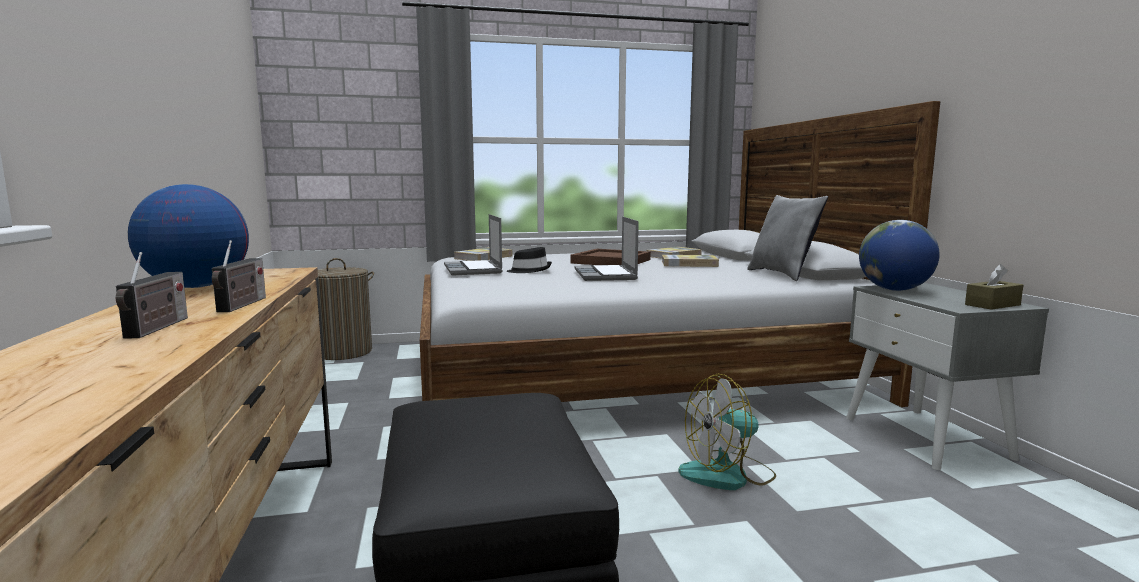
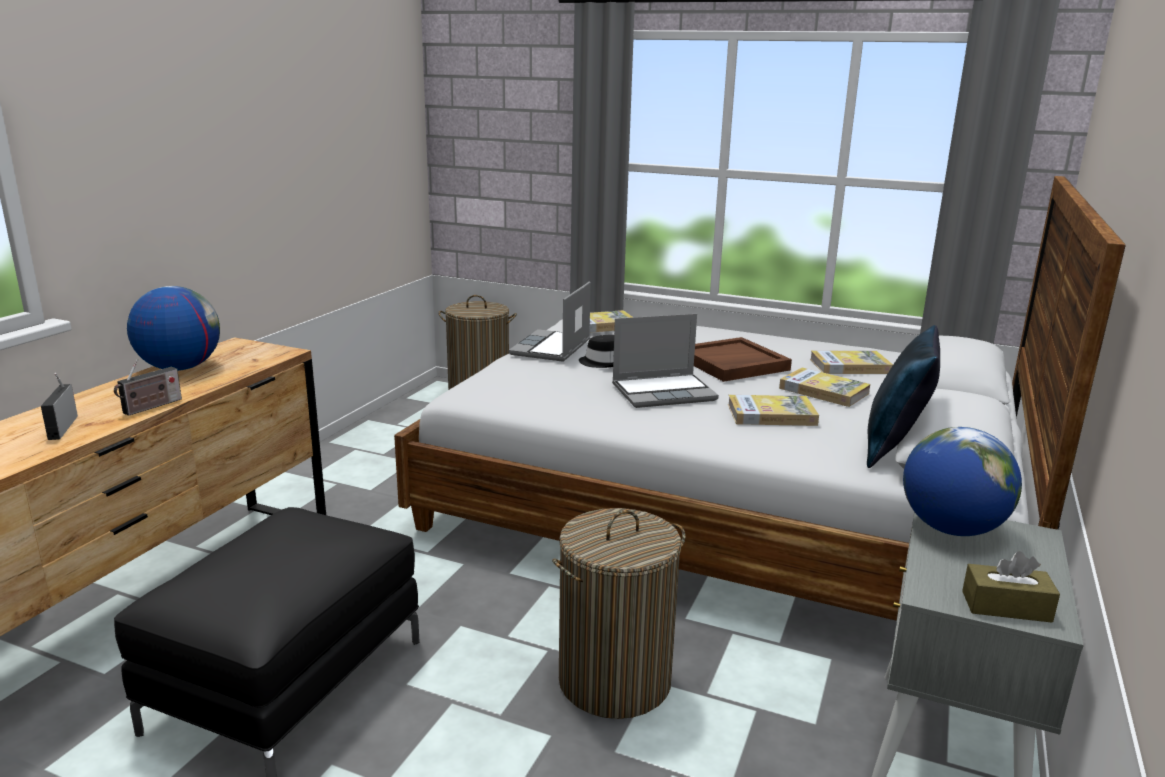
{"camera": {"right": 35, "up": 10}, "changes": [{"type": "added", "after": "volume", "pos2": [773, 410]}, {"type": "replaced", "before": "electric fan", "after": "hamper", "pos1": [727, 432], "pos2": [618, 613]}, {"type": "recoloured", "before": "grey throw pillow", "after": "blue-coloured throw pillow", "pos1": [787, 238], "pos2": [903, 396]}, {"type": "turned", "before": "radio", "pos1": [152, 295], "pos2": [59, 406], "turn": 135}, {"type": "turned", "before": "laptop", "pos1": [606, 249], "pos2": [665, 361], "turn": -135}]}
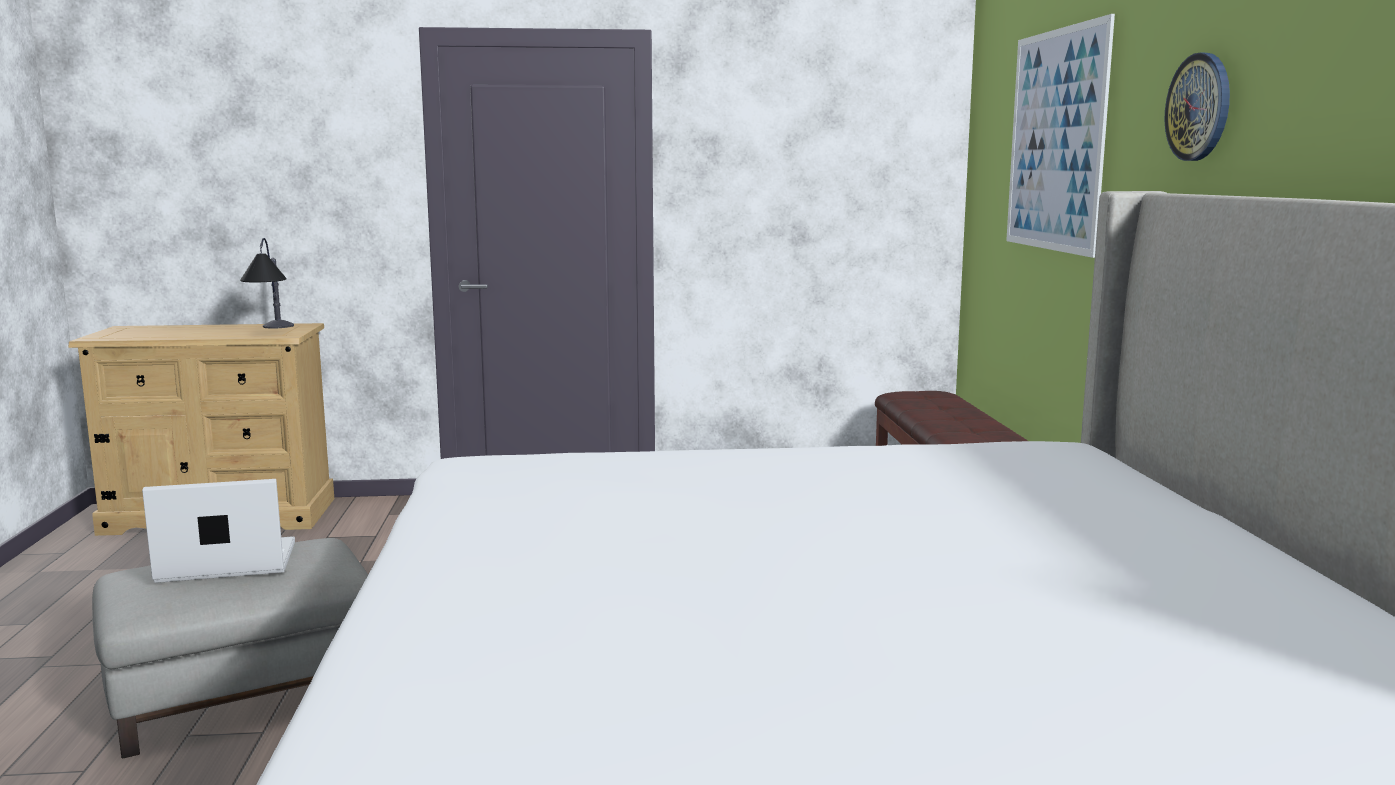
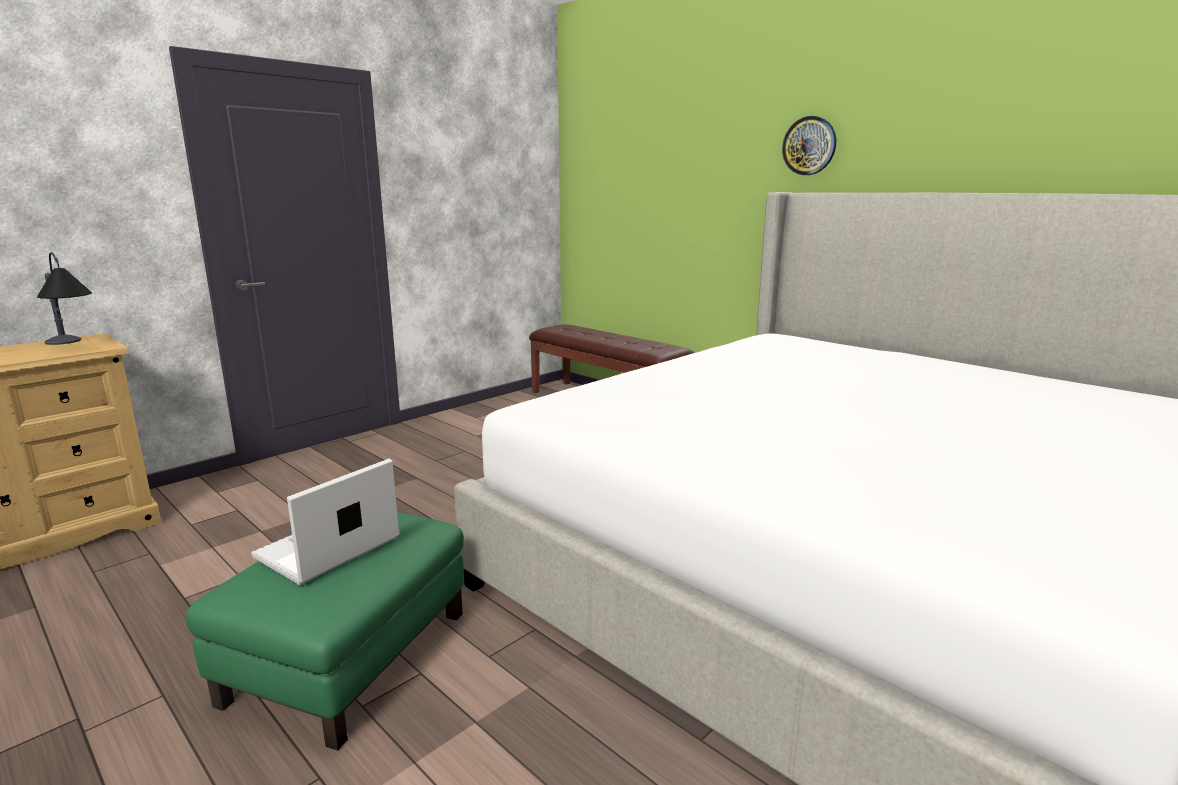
{"camera": {"right": -40, "up": 5}, "changes": [{"type": "removed", "before": "picture", "pos1": [1060, 136]}, {"type": "recoloured", "before": "grey pouffe", "after": "green pouffe", "pos1": [230, 648], "pos2": [325, 631]}]}
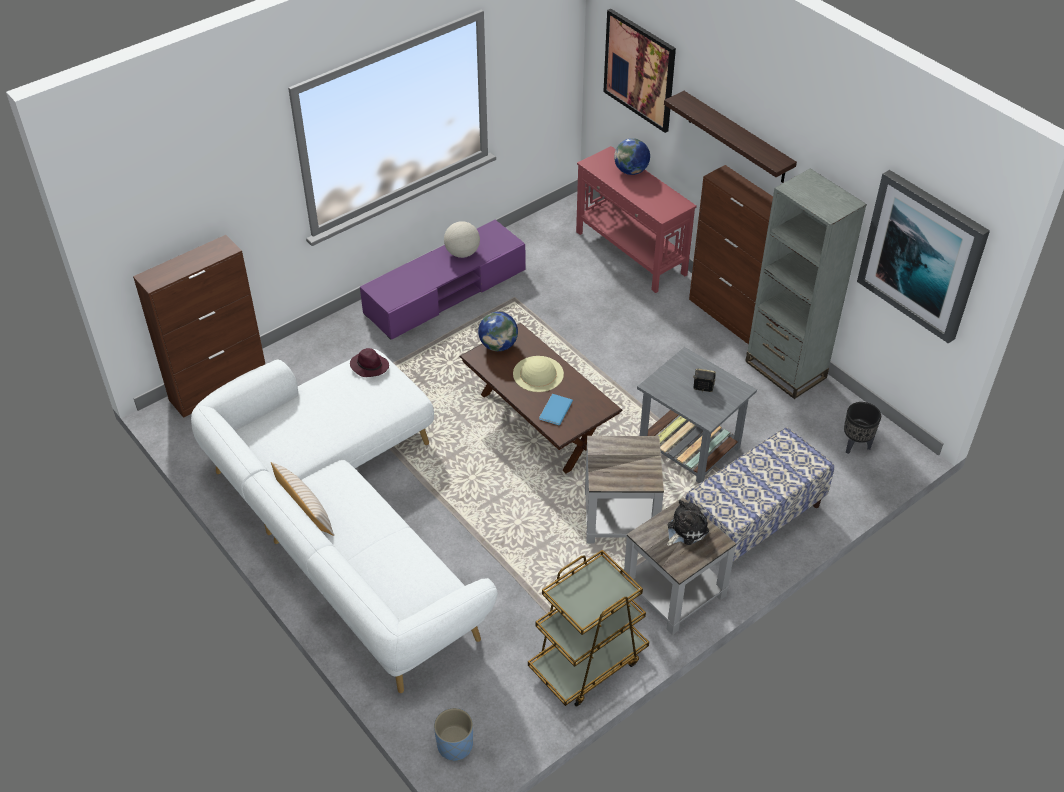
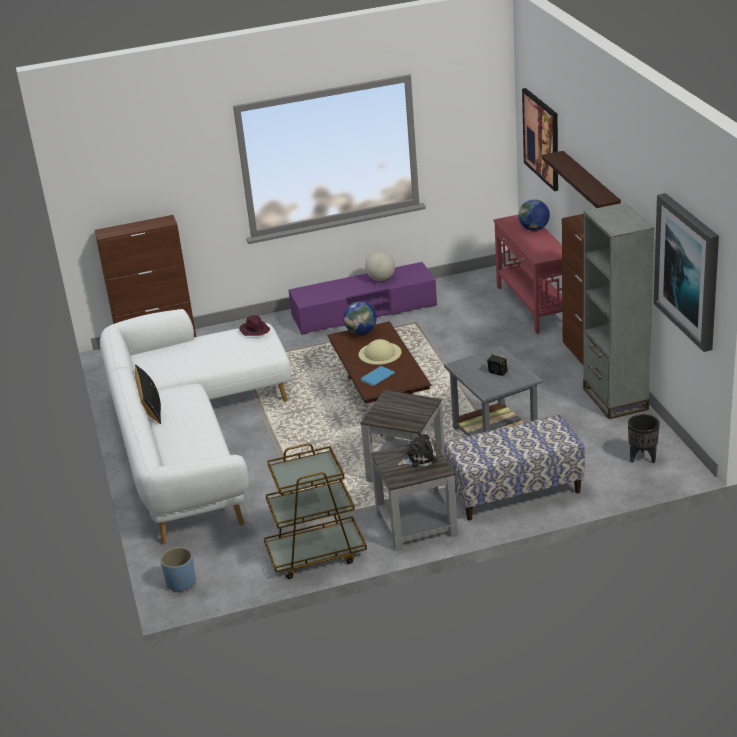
{"camera": {"right": 25, "up": -15}, "changes": [{"type": "recoloured", "before": "beige-coloured throw pillow", "after": "black throw pillow", "pos1": [302, 499], "pos2": [148, 394]}]}
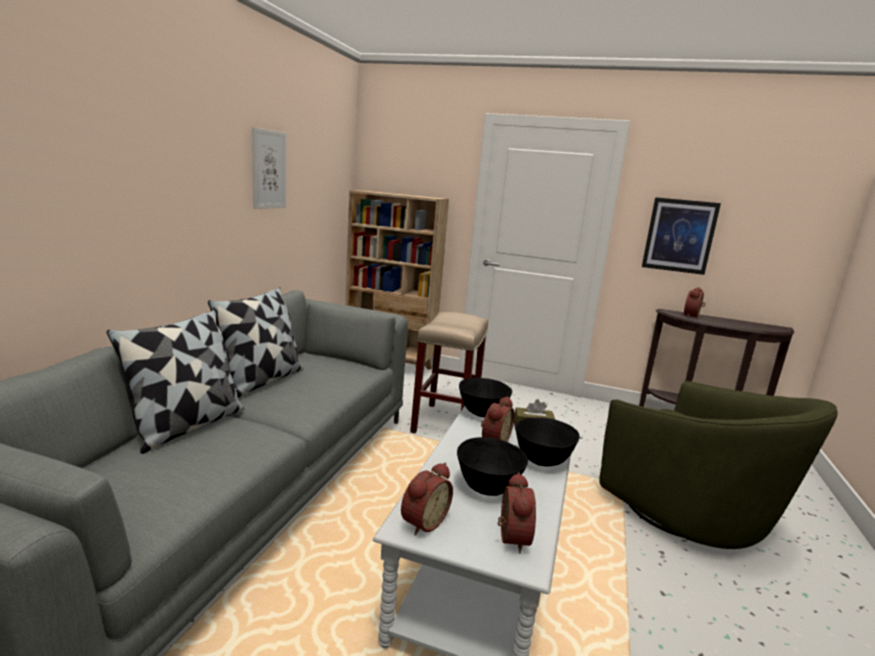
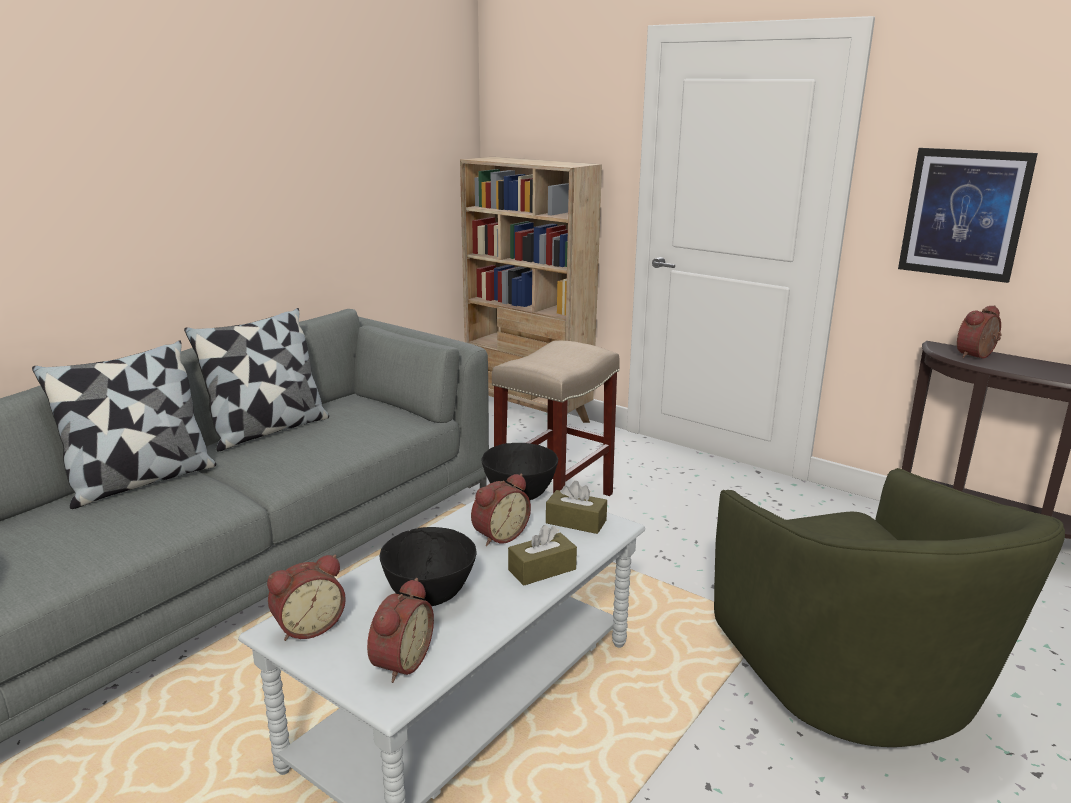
{"camera": {"right": 20, "up": 5}, "changes": [{"type": "removed", "before": "picture", "pos1": [269, 168]}, {"type": "replaced", "before": "black bowl", "after": "brown-coloured box of tissues", "pos1": [547, 441], "pos2": [542, 555]}]}
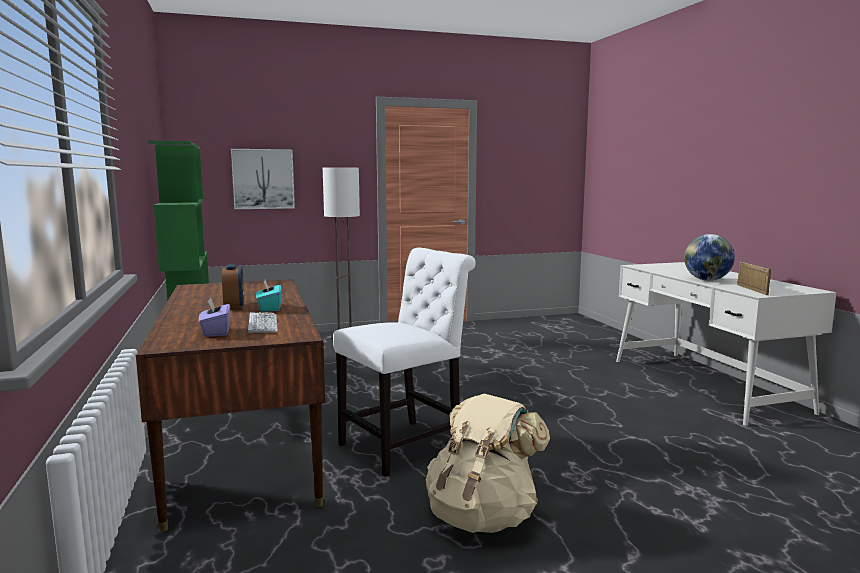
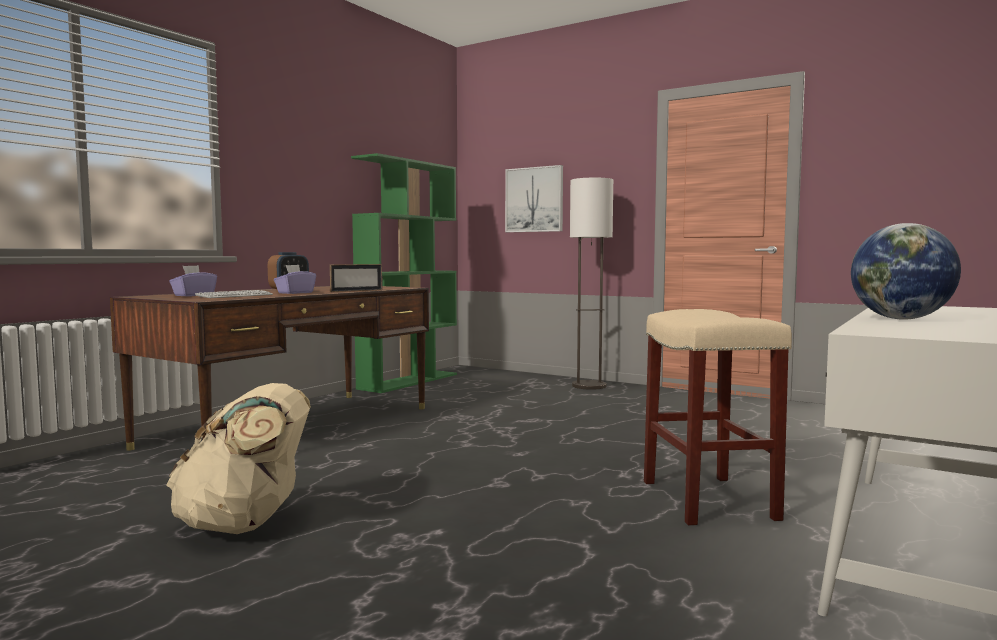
{"camera": {"right": 50, "up": -5}, "changes": [{"type": "removed", "before": "white-coloured upright chair", "pos1": [404, 362]}, {"type": "added", "after": "beige-coloured stool seat", "pos2": [718, 417]}, {"type": "moved", "before": "picture frame", "pos1": [754, 278], "pos2": [356, 278]}, {"type": "recoloured", "before": "blue-green box of tissues", "after": "purplish box of tissues", "pos1": [268, 296], "pos2": [295, 279]}]}
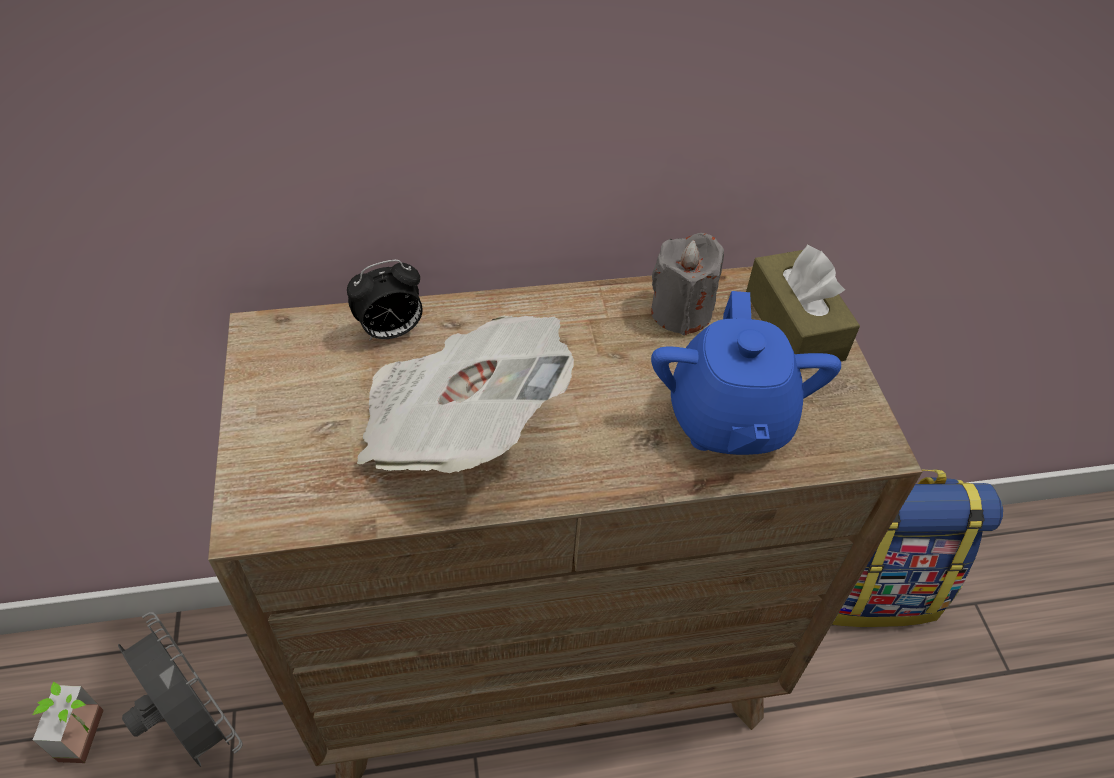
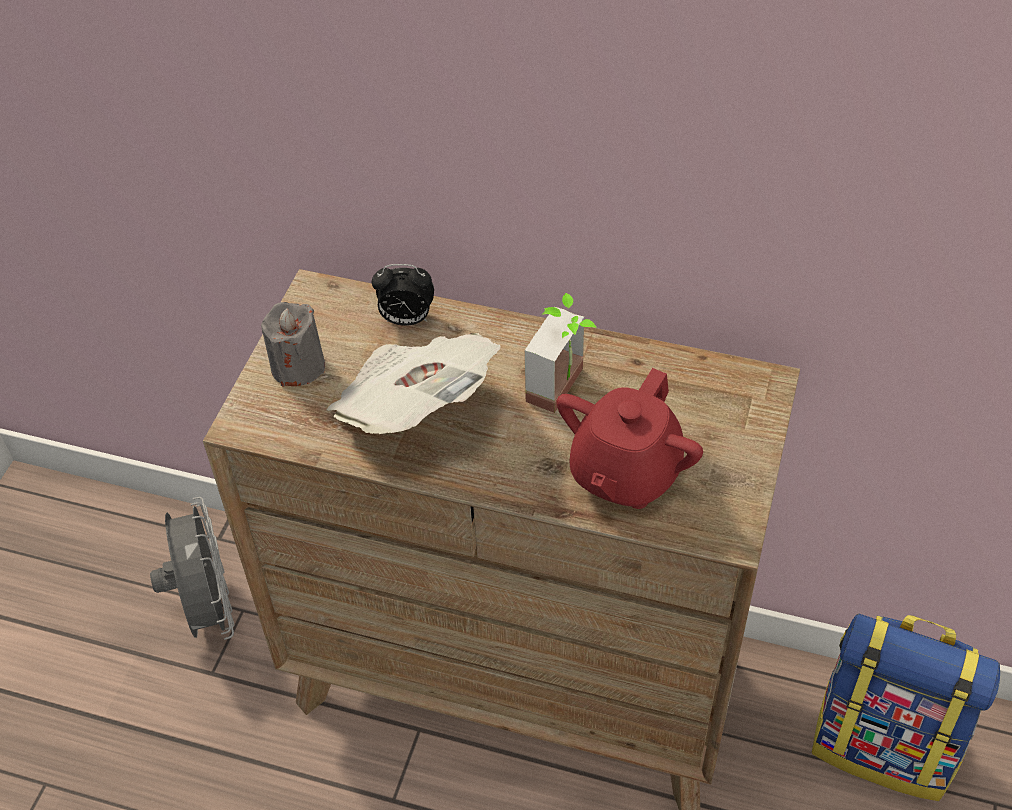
{"camera": {"right": 30, "up": 0}, "changes": [{"type": "removed", "before": "brown-coloured box of tissues", "pos1": [803, 306]}, {"type": "moved", "before": "houseplant", "pos1": [68, 722], "pos2": [561, 353]}, {"type": "moved", "before": "grey wax candle", "pos1": [687, 284], "pos2": [293, 344]}, {"type": "recoloured", "before": "blue-coloured teapot", "after": "red-coloured teapot", "pos1": [746, 373], "pos2": [630, 438]}]}
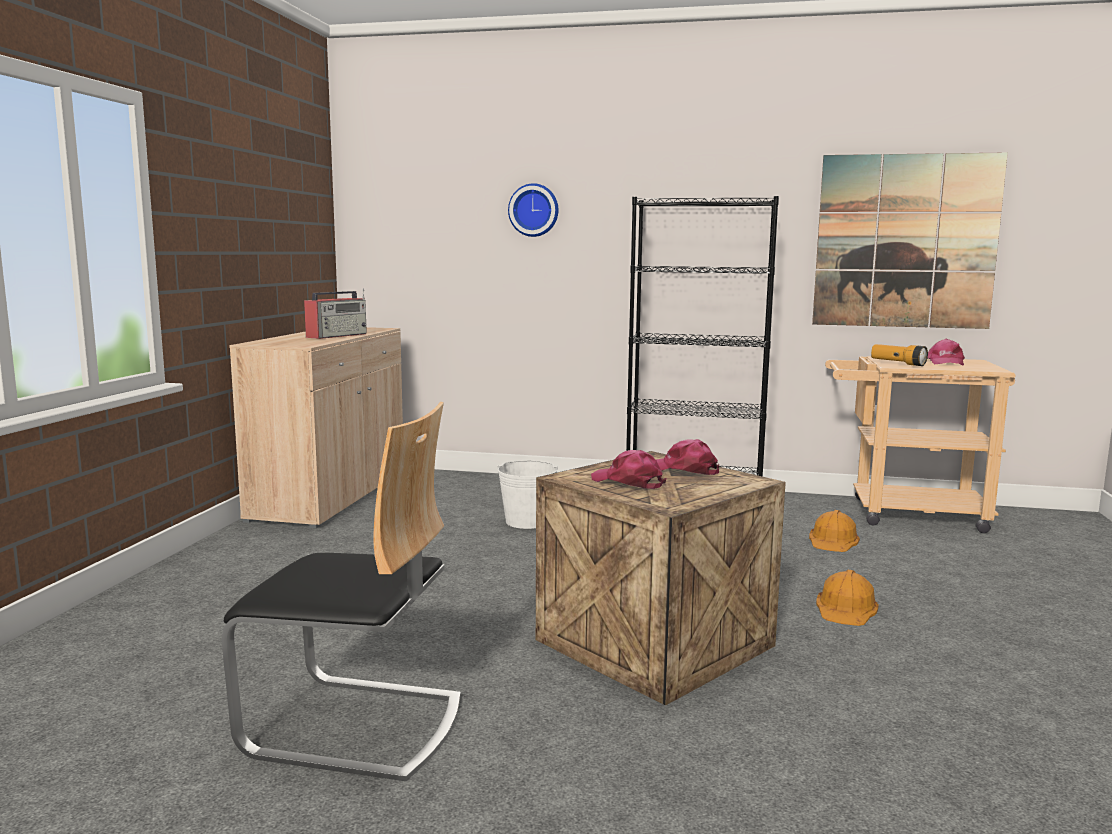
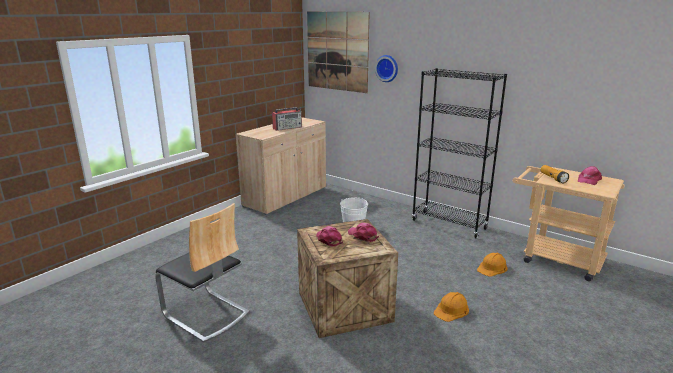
{"camera": {"right": 25, "up": 10}, "changes": [{"type": "moved", "before": "picture", "pos1": [910, 240], "pos2": [338, 52]}]}
